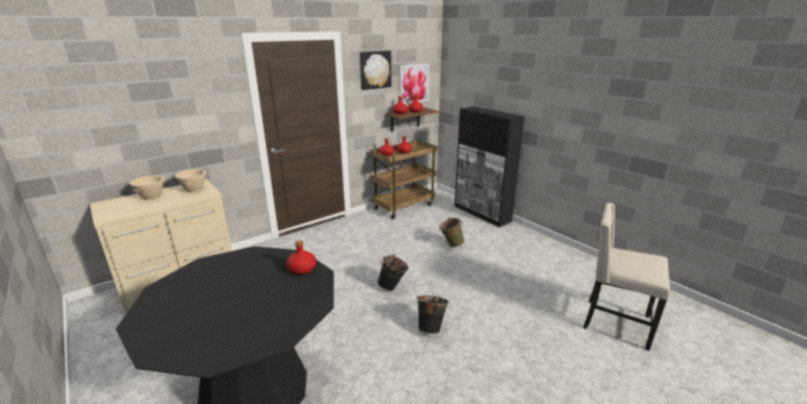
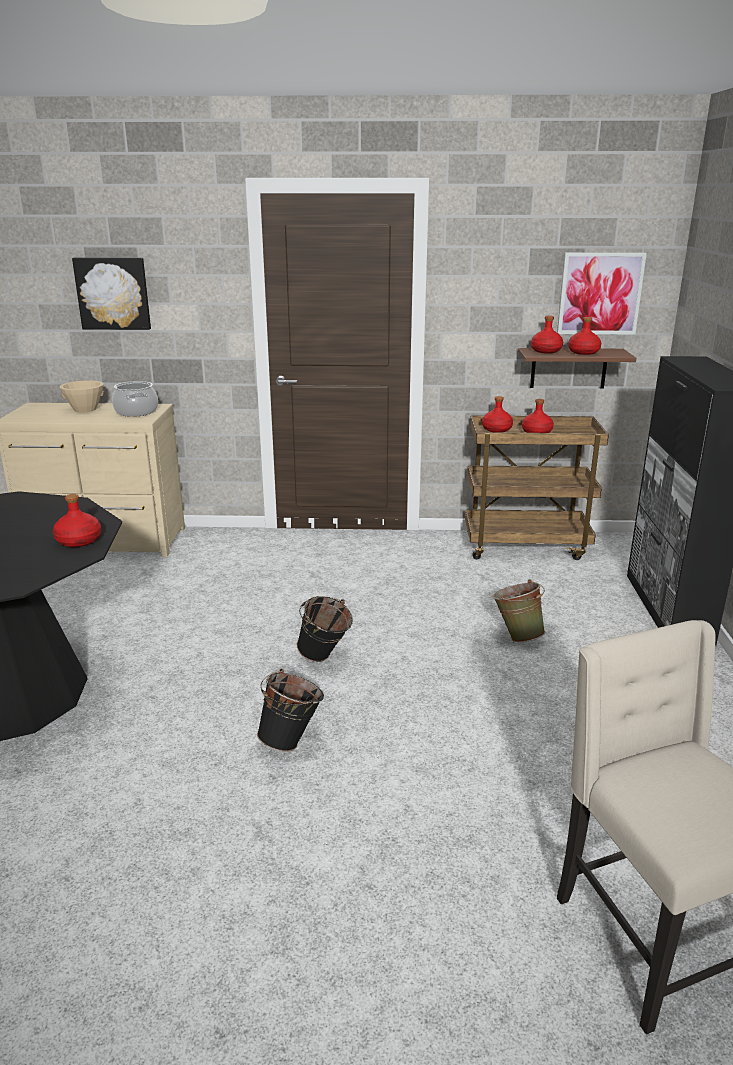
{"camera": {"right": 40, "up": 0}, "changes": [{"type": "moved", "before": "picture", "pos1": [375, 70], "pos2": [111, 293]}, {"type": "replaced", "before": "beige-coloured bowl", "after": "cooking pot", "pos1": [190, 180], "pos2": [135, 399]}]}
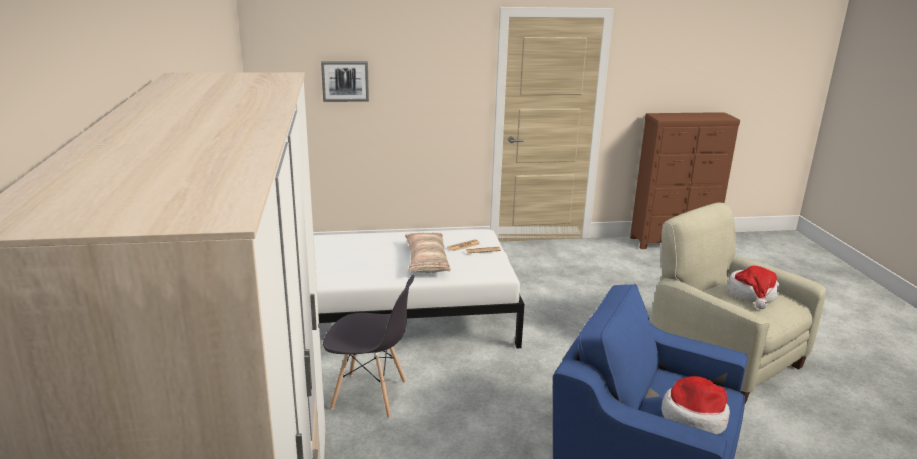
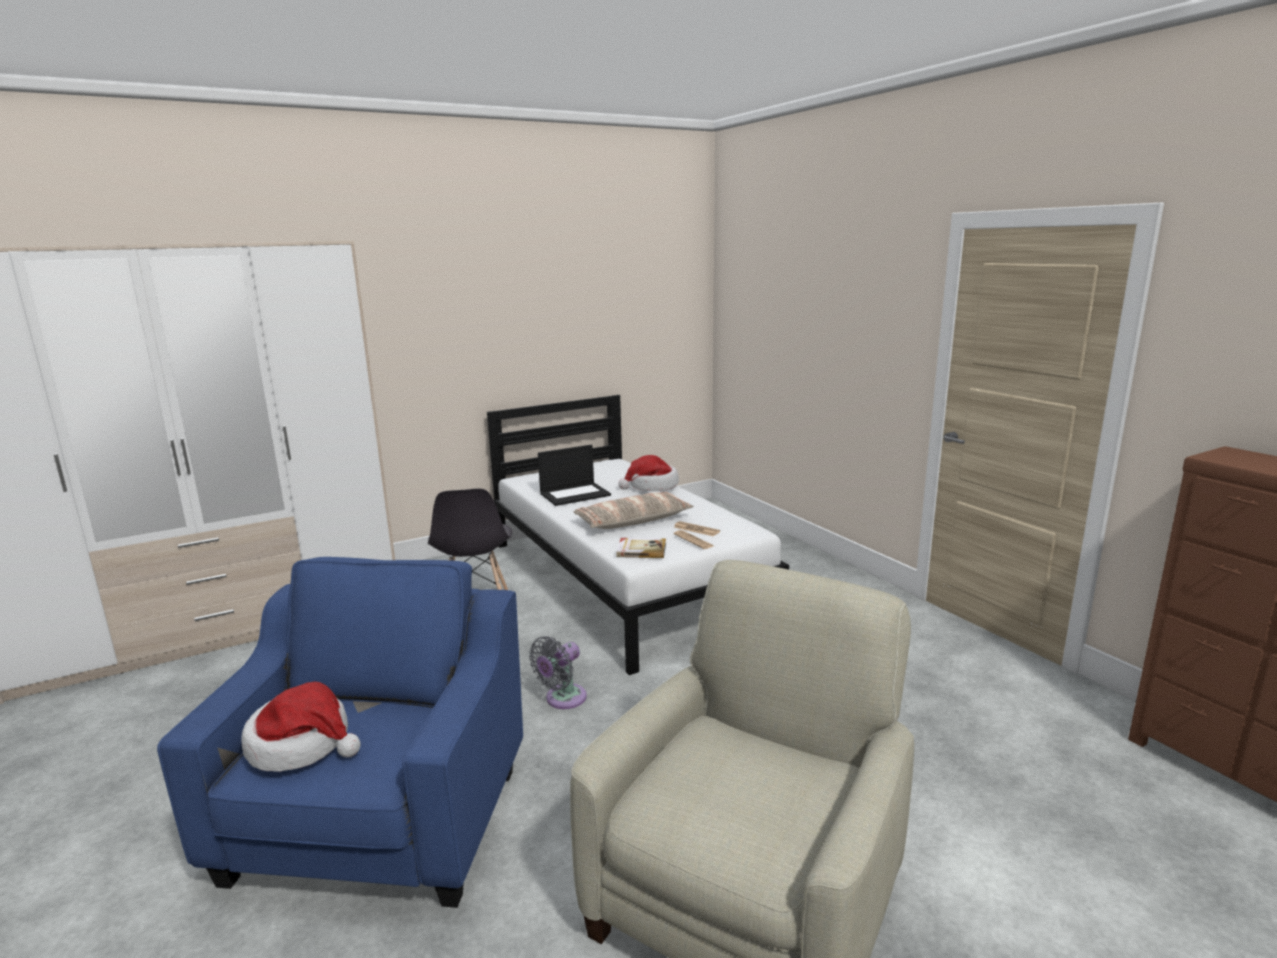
{"camera": {"right": 70, "up": -5}, "changes": [{"type": "removed", "before": "picture", "pos1": [345, 81]}, {"type": "added", "after": "grey electric fan", "pos2": [558, 672]}, {"type": "added", "after": "laptop", "pos2": [574, 475]}, {"type": "added", "after": "volume", "pos2": [641, 548]}, {"type": "moved", "before": "clothing hat", "pos1": [753, 287], "pos2": [648, 473]}]}
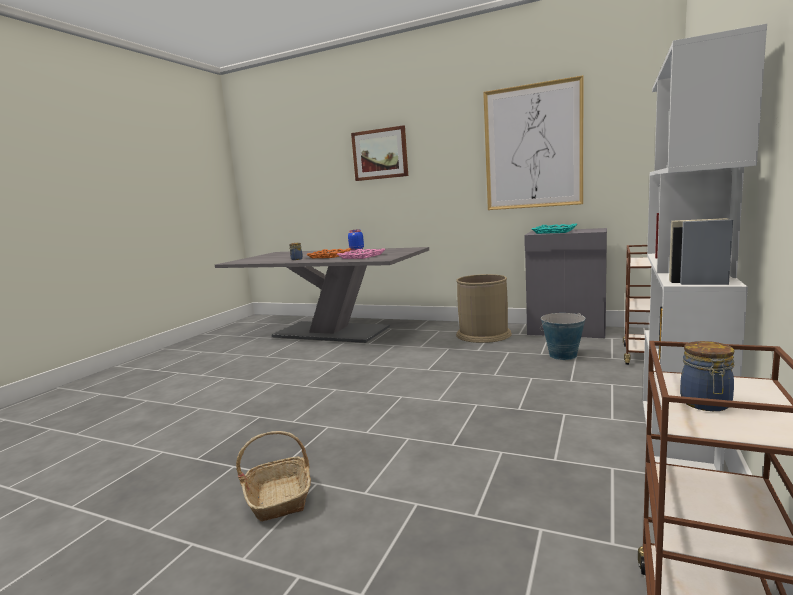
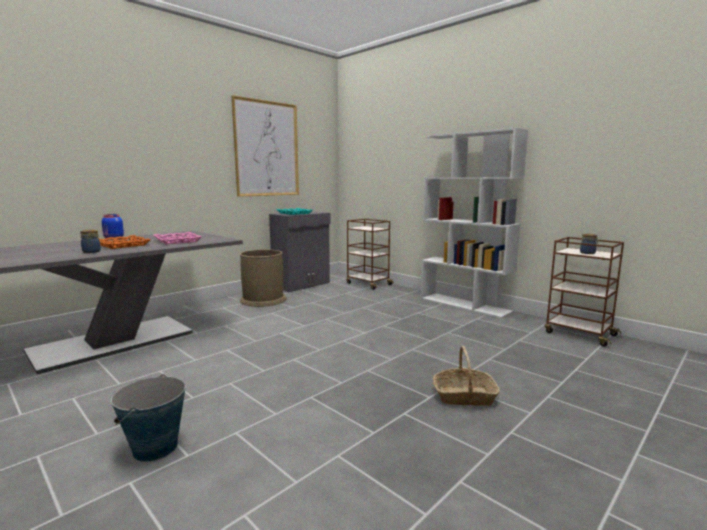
{"camera": {"right": -70, "up": 0}, "changes": [{"type": "removed", "before": "picture", "pos1": [379, 153]}, {"type": "moved", "before": "water bucket", "pos1": [563, 336], "pos2": [148, 418]}]}
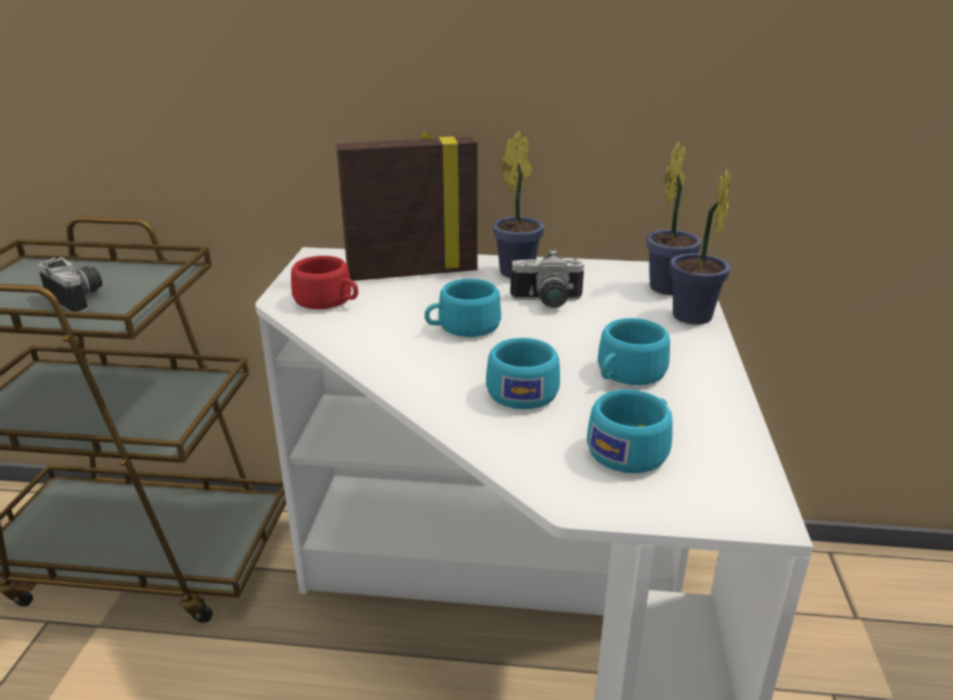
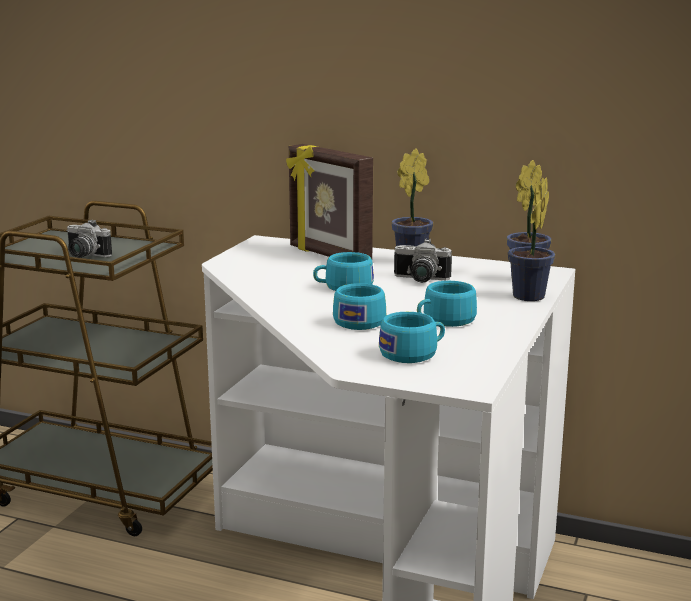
{"camera": {"right": 15, "up": -10}, "changes": [{"type": "removed", "before": "red-coloured cup", "pos1": [324, 282]}, {"type": "turned", "before": "photo camera", "pos1": [70, 284], "pos2": [89, 239], "turn": 150}, {"type": "turned", "before": "picture frame", "pos1": [406, 206], "pos2": [329, 201], "turn": -135}]}
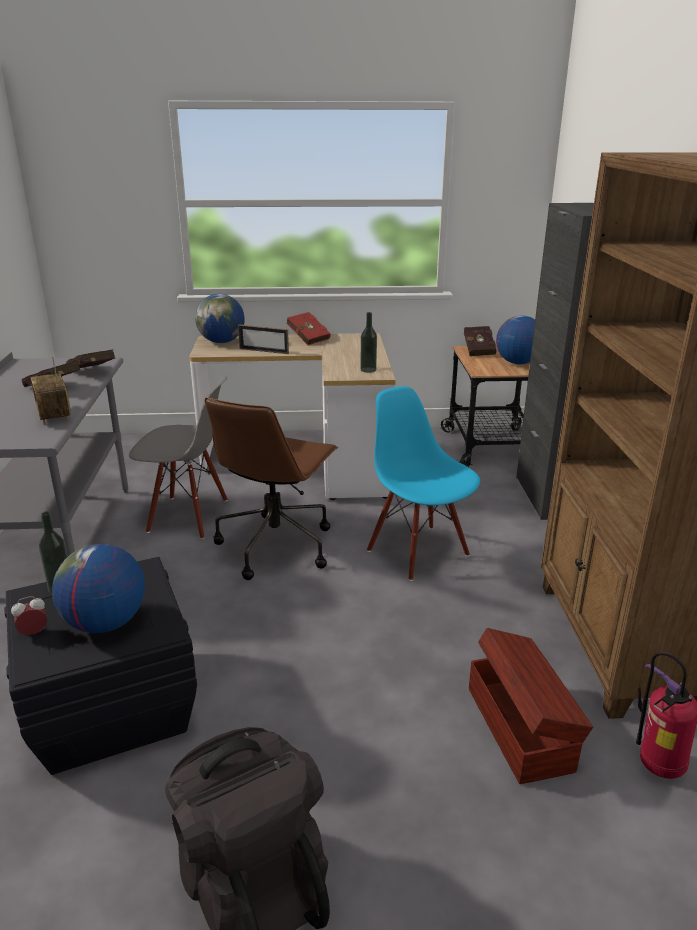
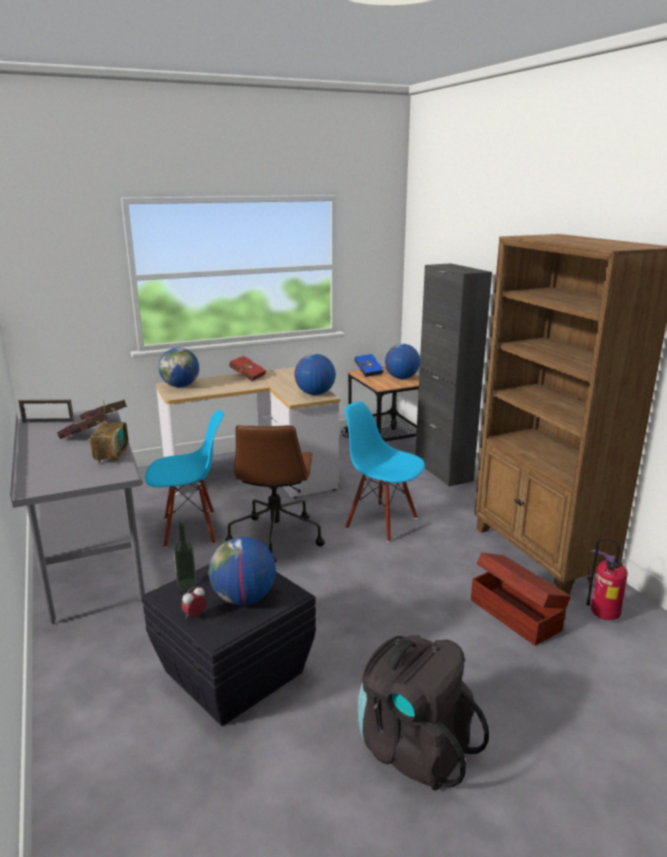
{"camera": {"right": -20, "up": -5}, "changes": [{"type": "moved", "before": "picture frame", "pos1": [263, 339], "pos2": [46, 411]}, {"type": "replaced", "before": "beverage bottle", "after": "world globe", "pos1": [368, 342], "pos2": [315, 374]}, {"type": "recoloured", "before": "grey upright chair", "after": "blue-coloured upright chair", "pos1": [178, 457], "pos2": [184, 479]}, {"type": "recoloured", "before": "red-coloured volume", "after": "blue-coloured volume", "pos1": [480, 341], "pos2": [368, 365]}, {"type": "turned", "before": "radio", "pos1": [51, 390], "pos2": [109, 432], "turn": -135}]}
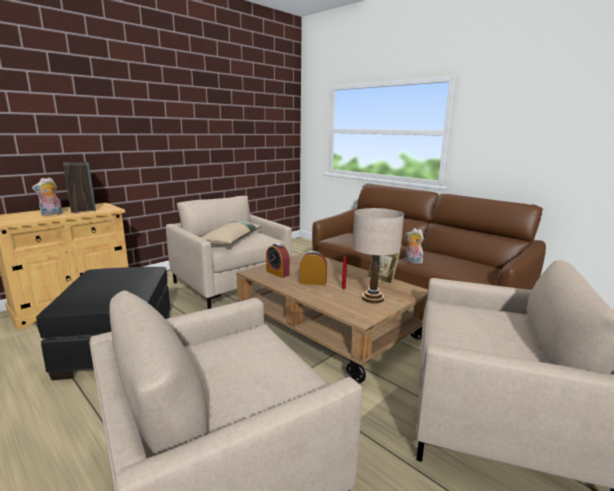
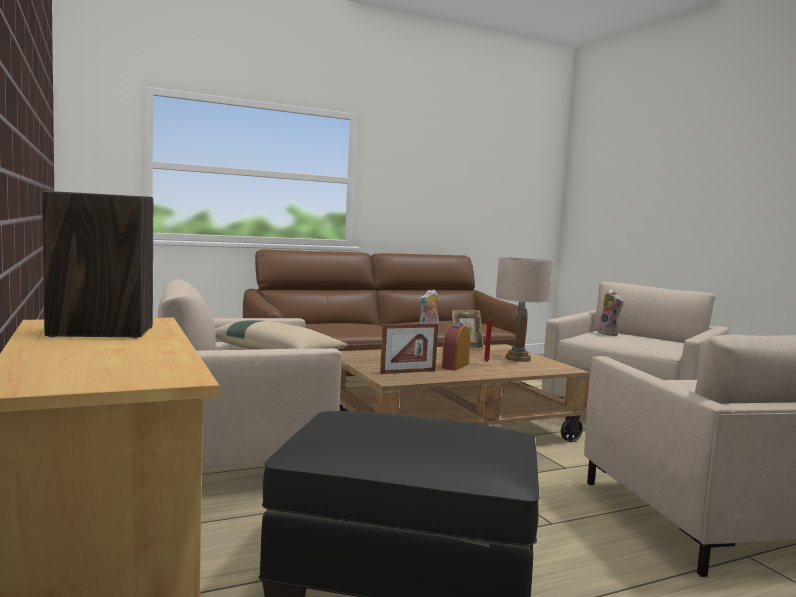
{"camera": {"right": -70, "up": -10}, "changes": [{"type": "moved", "before": "plush toy", "pos1": [47, 196], "pos2": [610, 312]}, {"type": "replaced", "before": "alarm clock", "after": "picture frame", "pos1": [278, 260], "pos2": [409, 348]}]}
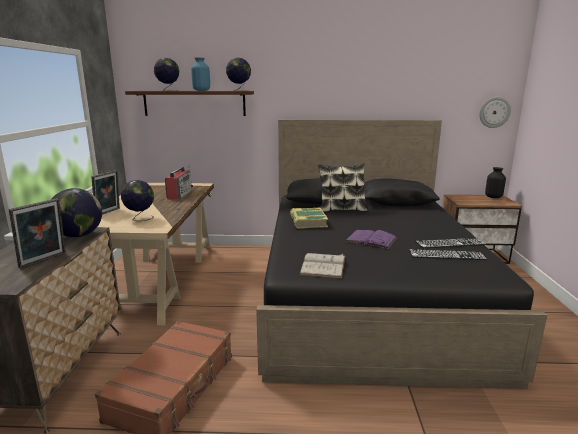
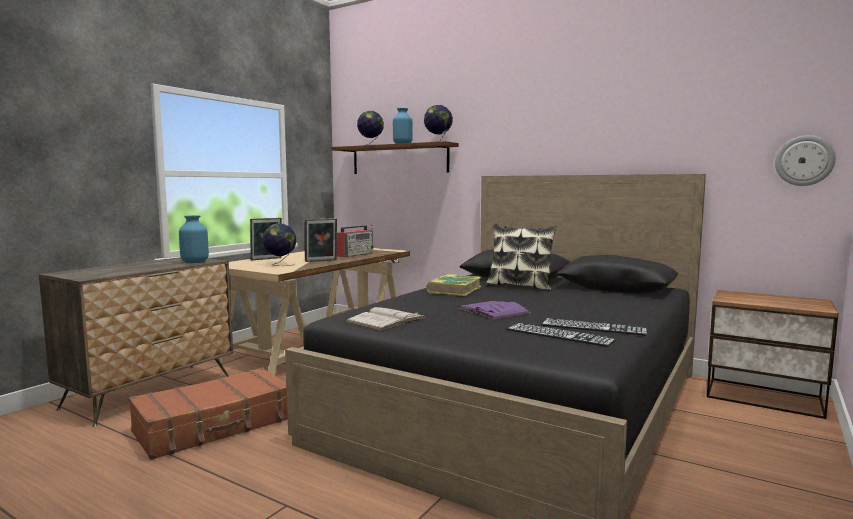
{"camera": {"right": 30, "up": -10}, "changes": [{"type": "removed", "before": "black vase", "pos1": [495, 182]}, {"type": "moved", "before": "picture frame", "pos1": [37, 233], "pos2": [321, 240]}, {"type": "replaced", "before": "world globe", "after": "blue-coloured vase", "pos1": [77, 212], "pos2": [194, 239]}]}
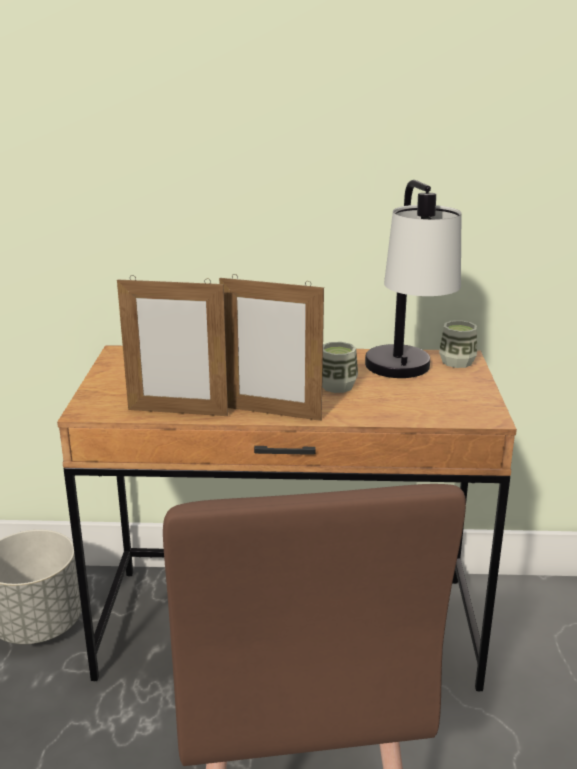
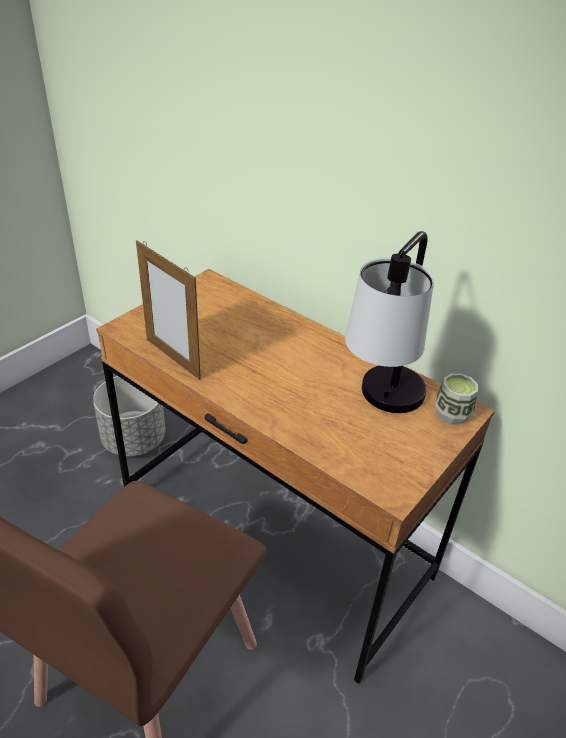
{"camera": {"right": 35, "up": 15}, "changes": [{"type": "removed", "before": "picture frame", "pos1": [271, 347]}, {"type": "removed", "before": "cup", "pos1": [340, 367]}]}
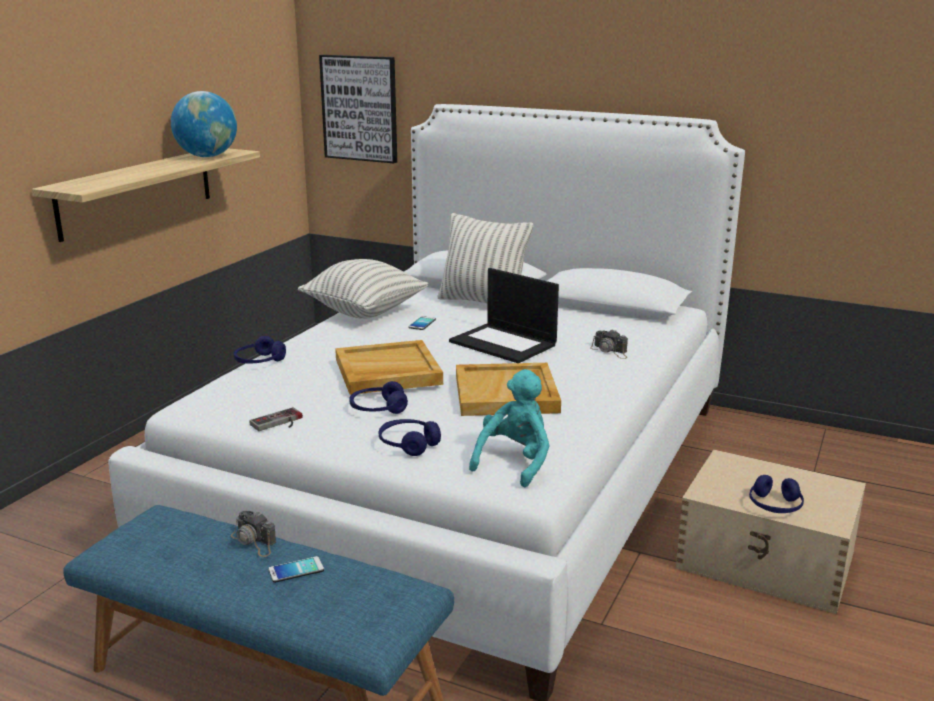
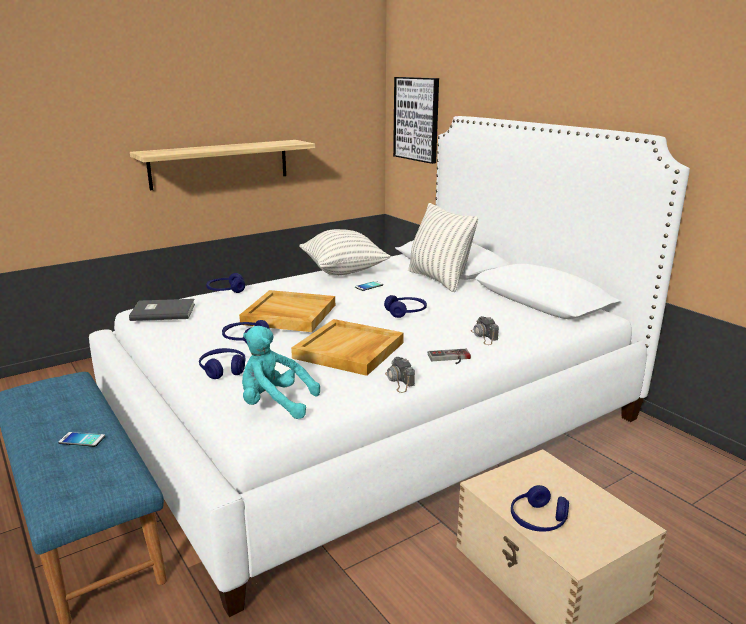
{"camera": {"right": 30, "up": 0}, "changes": [{"type": "removed", "before": "world globe", "pos1": [204, 124]}, {"type": "added", "after": "grey volume", "pos2": [162, 310]}, {"type": "moved", "before": "photo camera", "pos1": [253, 534], "pos2": [400, 375]}, {"type": "moved", "before": "game controller", "pos1": [276, 419], "pos2": [449, 356]}, {"type": "replaced", "before": "laptop", "after": "blue-coloured headset", "pos1": [504, 315], "pos2": [405, 306]}, {"type": "turned", "before": "blue-green plush toy", "pos1": [509, 428], "pos2": [281, 372], "turn": -135}]}
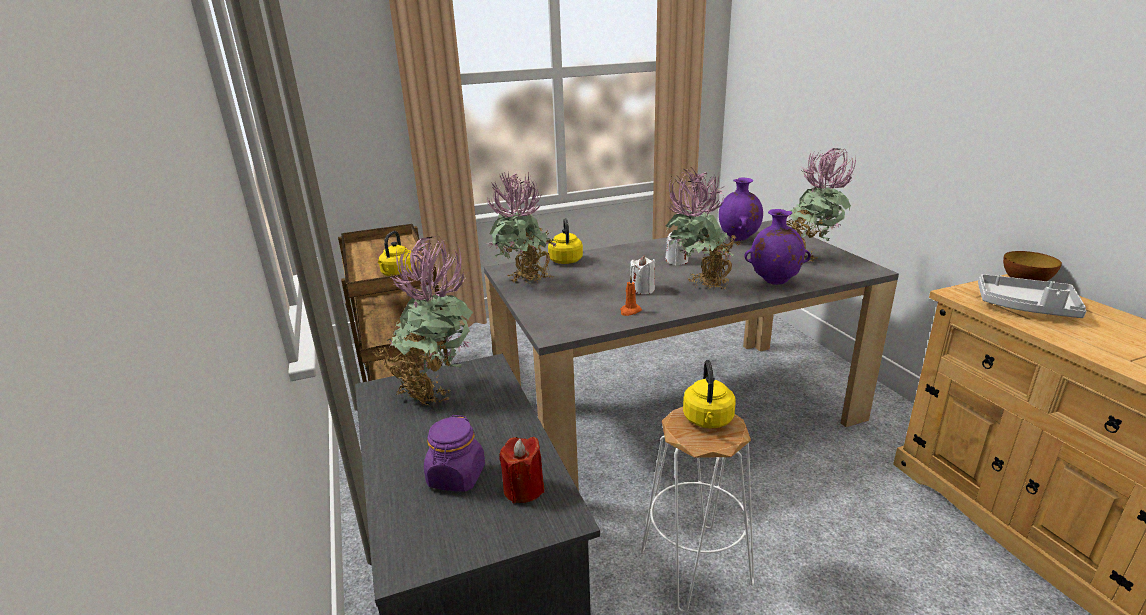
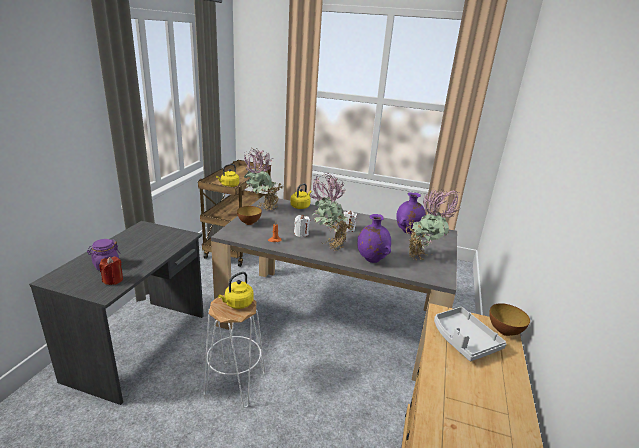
{"camera": {"right": 35, "up": 0}, "changes": [{"type": "removed", "before": "houseplant", "pos1": [423, 320]}, {"type": "added", "after": "bowl", "pos2": [249, 215]}]}
